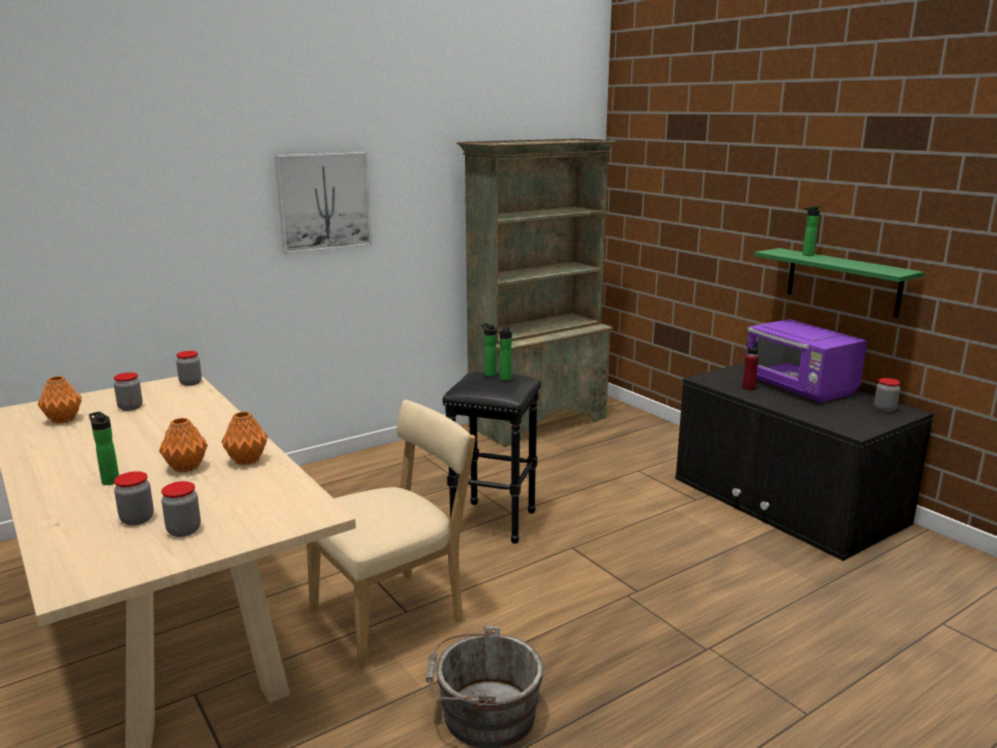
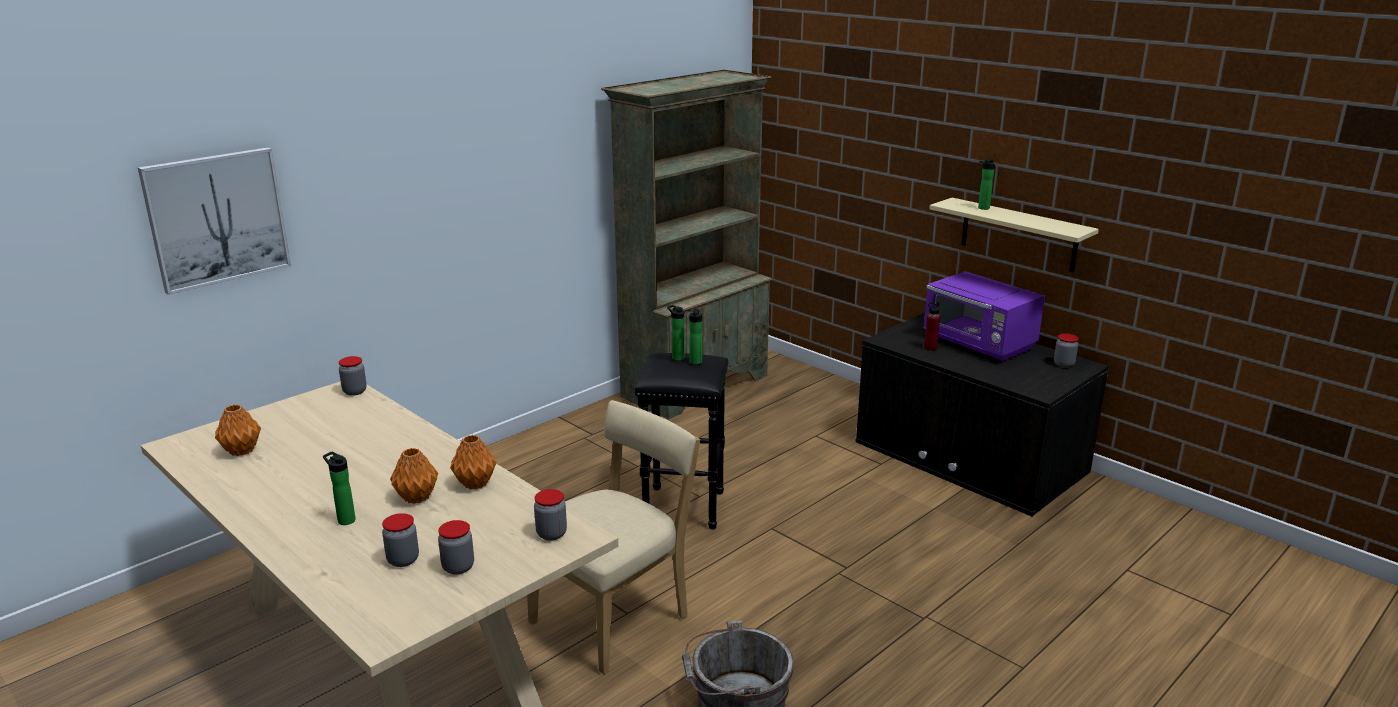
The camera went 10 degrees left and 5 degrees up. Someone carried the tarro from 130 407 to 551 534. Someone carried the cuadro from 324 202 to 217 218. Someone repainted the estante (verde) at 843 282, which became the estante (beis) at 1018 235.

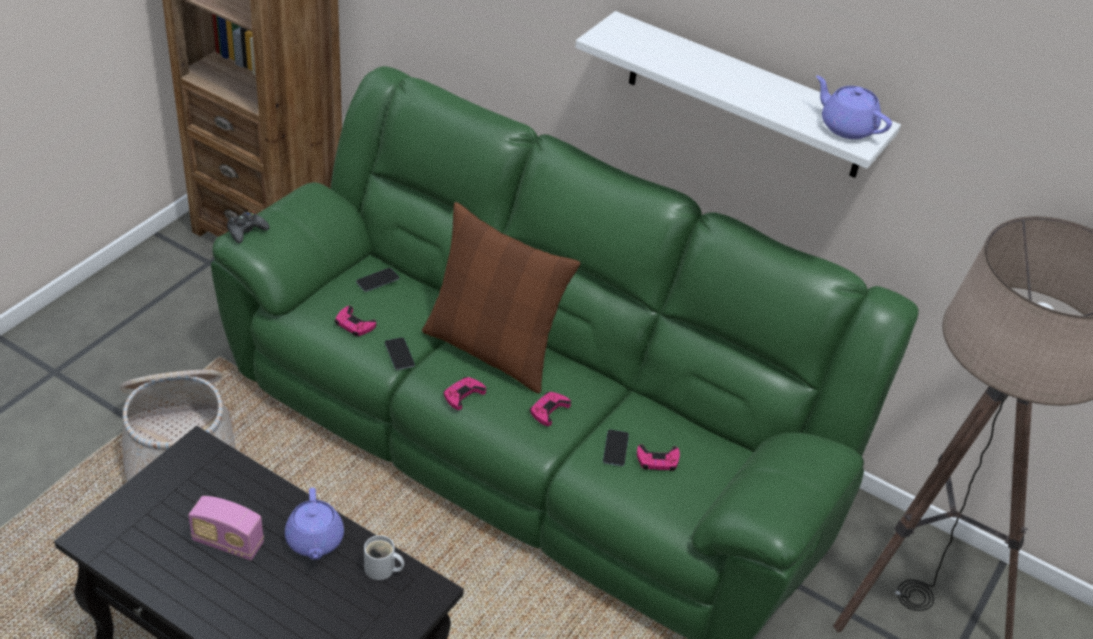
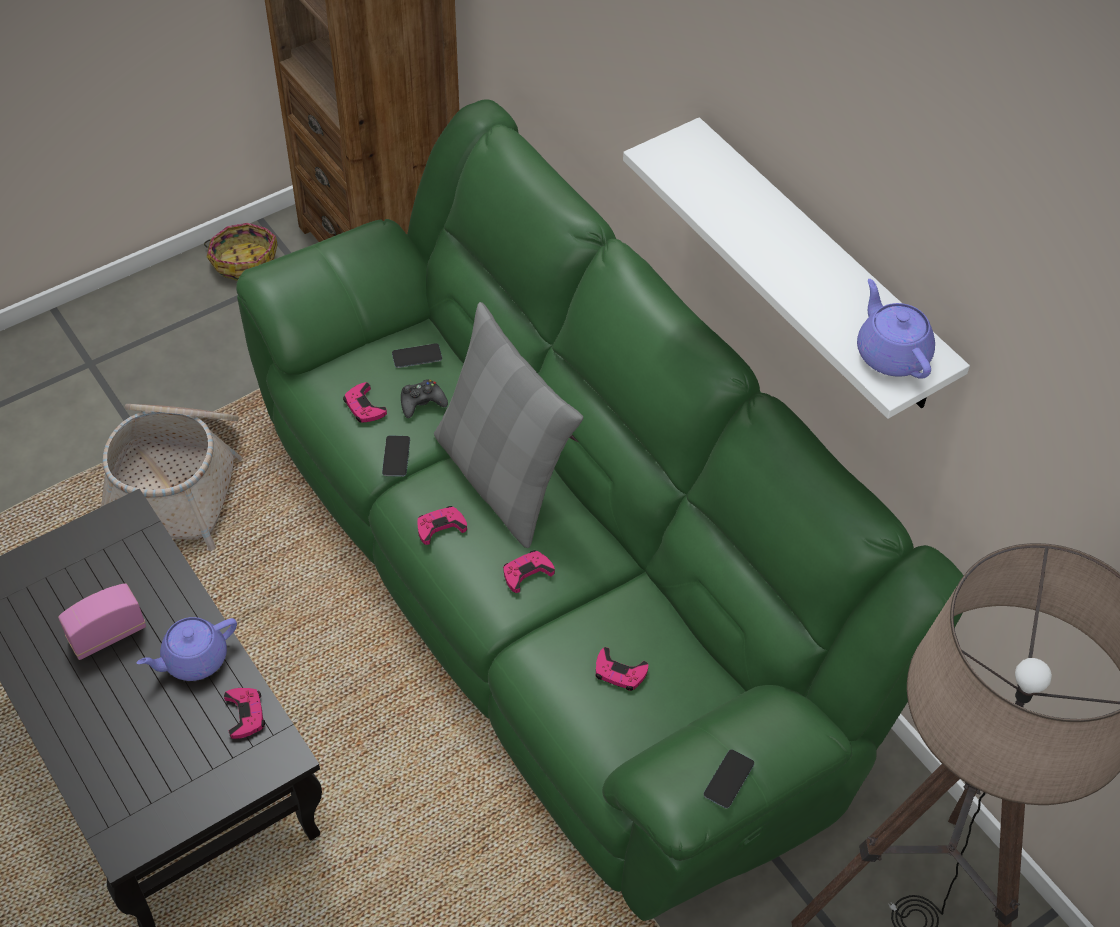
The camera went 25 degrees right and 10 degrees up. Someone put down the cesta at 244 260. Someone carried the mando de consola (negro) from 246 231 to 422 402. Someone carried the móvil from 615 448 to 728 779. Someone swapped the taza grande (blanco) at 382 570 for the mando de consola (rosa) at 245 714. Someone repainted the cojín (marrón) at 492 350, which became the cojín (gris) at 502 478. Someone rotated the radio at 228 543 by 105 degrees clockwise. Someone rotated the tetera (morado) at 314 541 by 45 degrees clockwise.

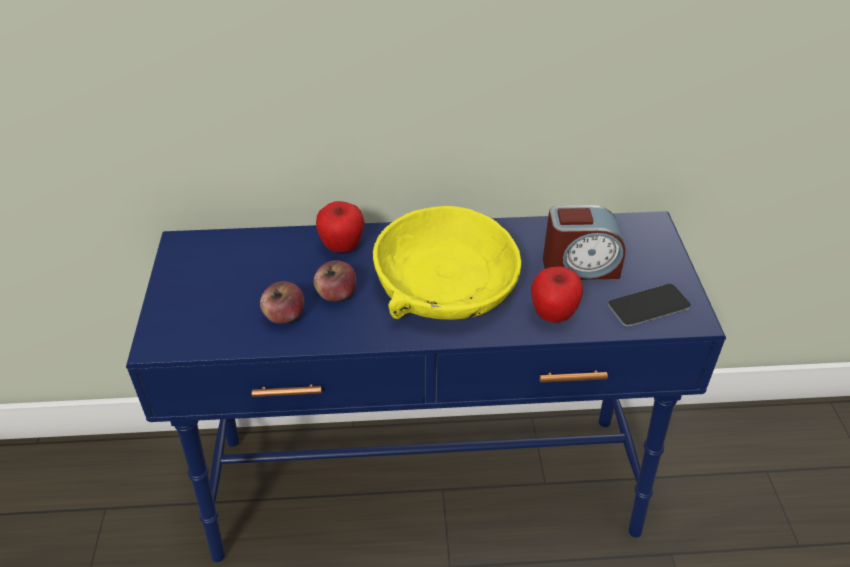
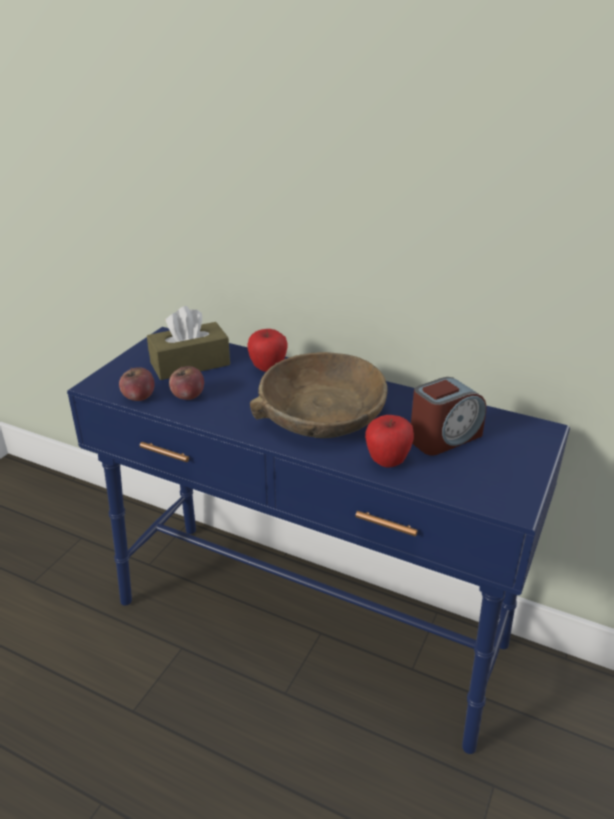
The camera went 30 degrees right and 10 degrees down. Someone took away the móvil at 648 306. Someone put down the caja de pañuelos (marrón) at 190 364. Someone carried the manzana from 336 295 to 138 397. Someone repainted the cuenco (amarillo) at 446 283, which became the cuenco (marrón) at 321 413. Someone rotated the despertador at 580 266 by 60 degrees counterclockwise.

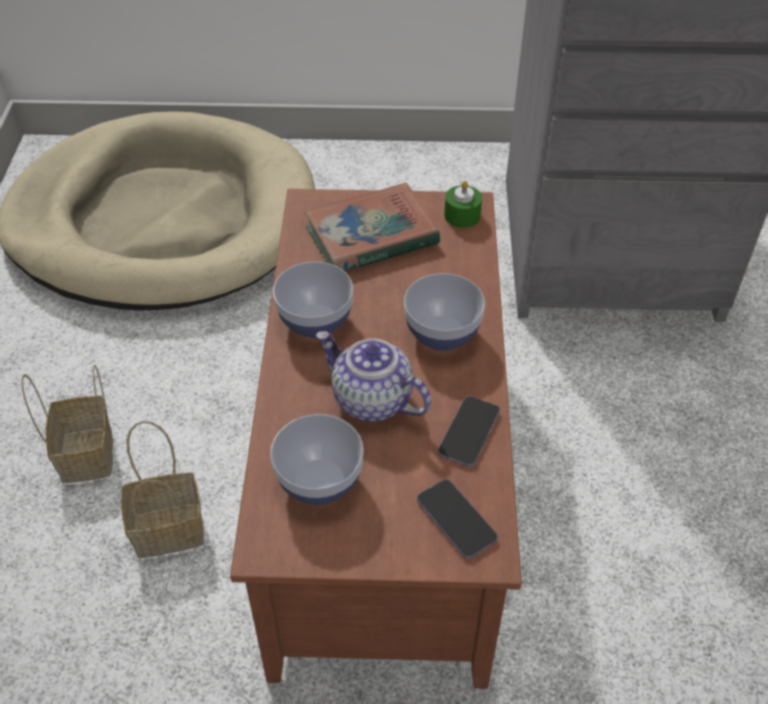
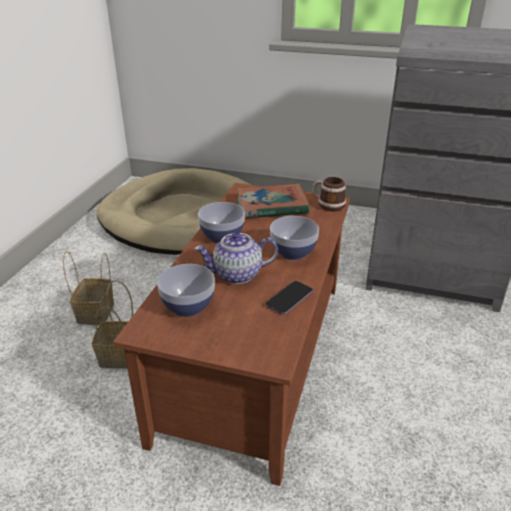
The camera went 15 degrees right and 15 degrees down. Someone took away the móvil at 456 520. Someone swapped the vela (verde) at 462 215 for the taza grande at 327 204. Someone rotated the tetera at 371 400 by 60 degrees counterclockwise.

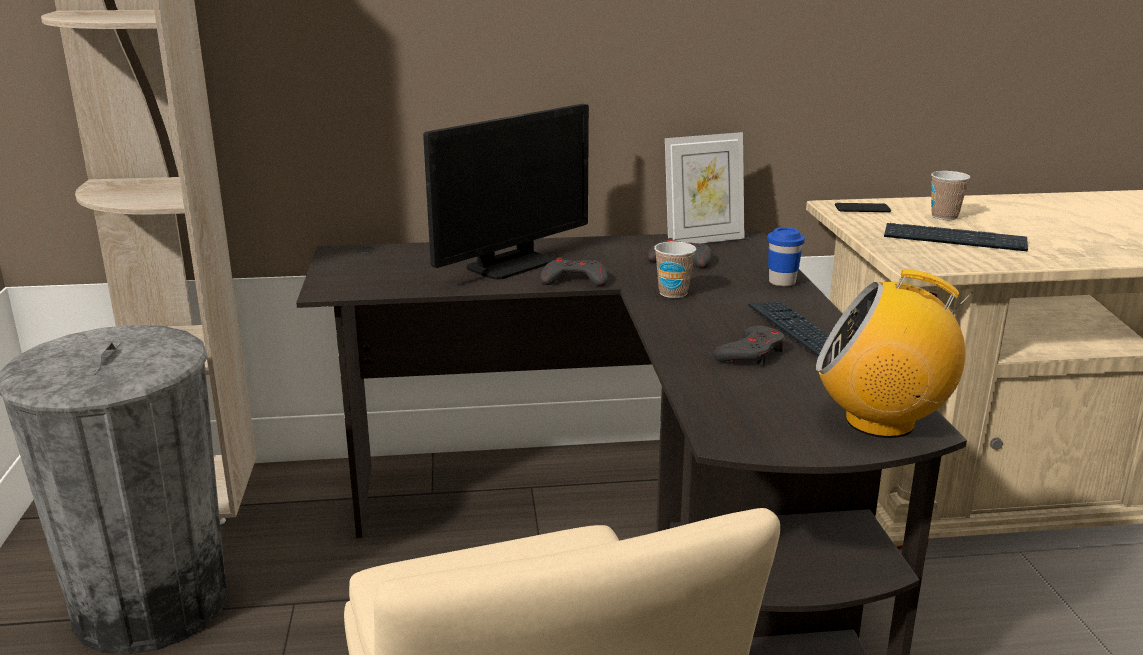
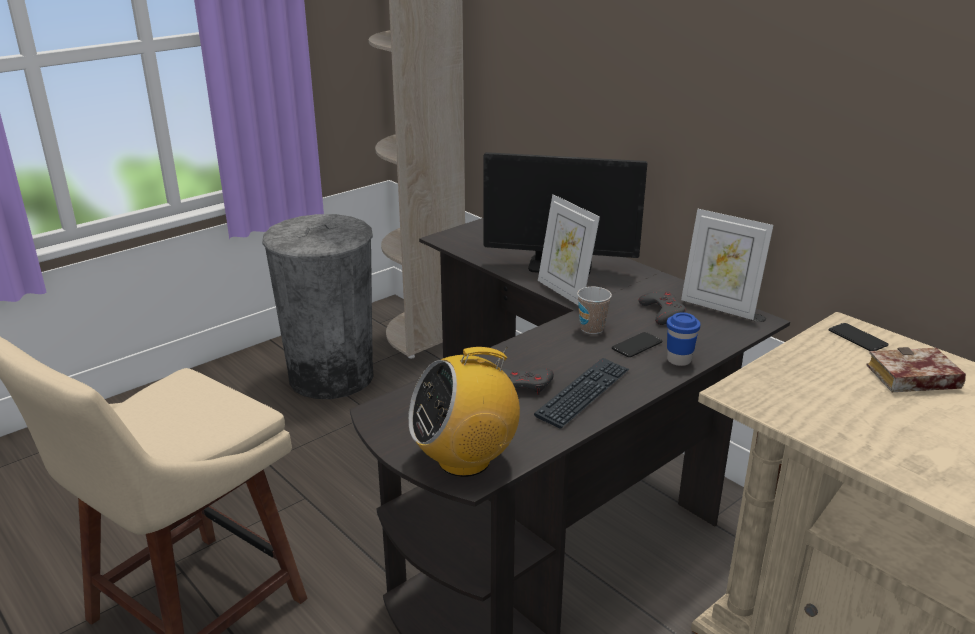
The camera went 55 degrees right and 5 degrees up. Someone took away the teclado at 954 240. Someone put down the móvil at 637 345. Someone swapped the mando de consola (gris) at 574 280 for the portarretratos at 565 291. Someone swapped the taza at 944 216 for the libro at 911 379. Someone rotated the radio at 881 422 by 90 degrees counterclockwise.

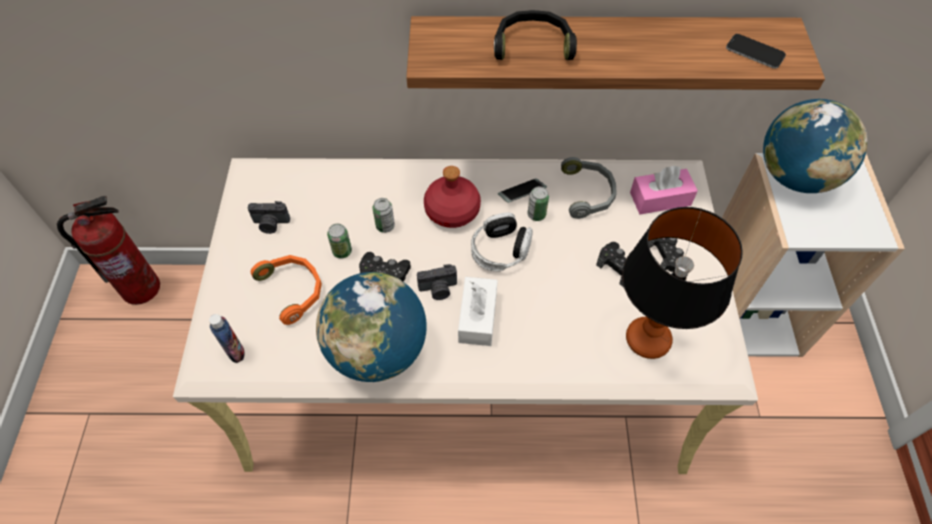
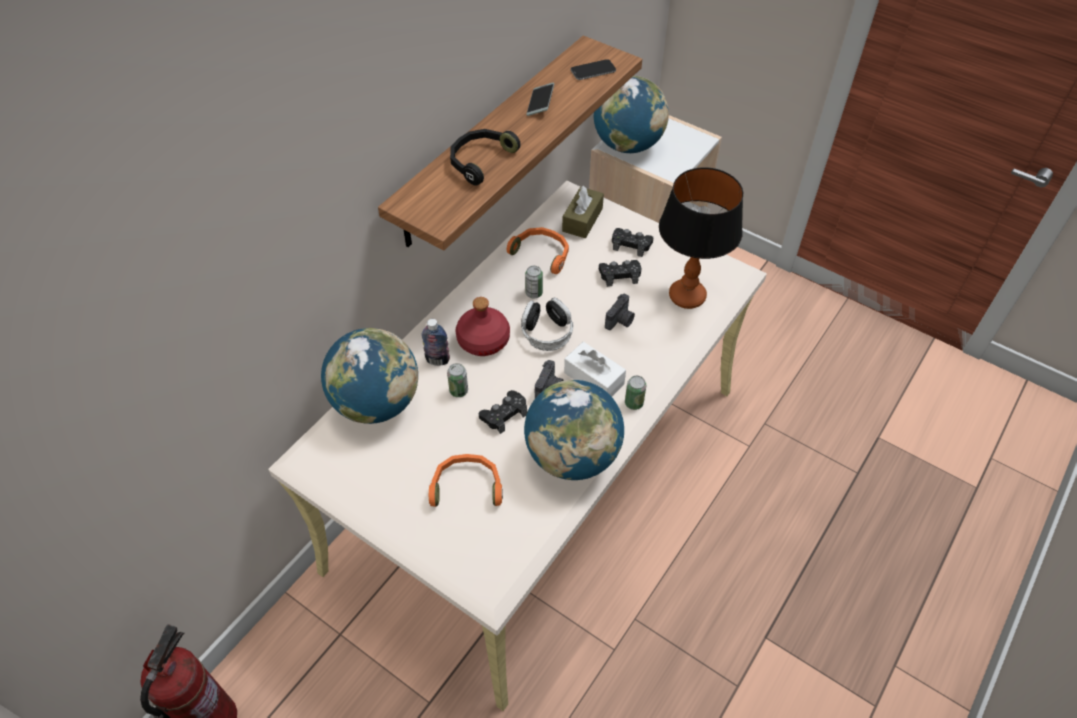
The camera went 55 degrees left and 5 degrees down. Someone put down the globo terráqueo at 376 403. Someone carried the botella from 235 352 to 437 360. Someone carried the cámara from 271 224 to 620 321. Someone carried the lata from 342 251 to 634 403. Someone carried the móvil from 521 193 to 540 103. Someone repainted the auriculares (gris) at 588 193, which became the auriculares (naranja) at 542 253. Someone repainted the caja de pañuelos (rosa) at 660 199, which became the caja de pañuelos (marrón) at 582 220.

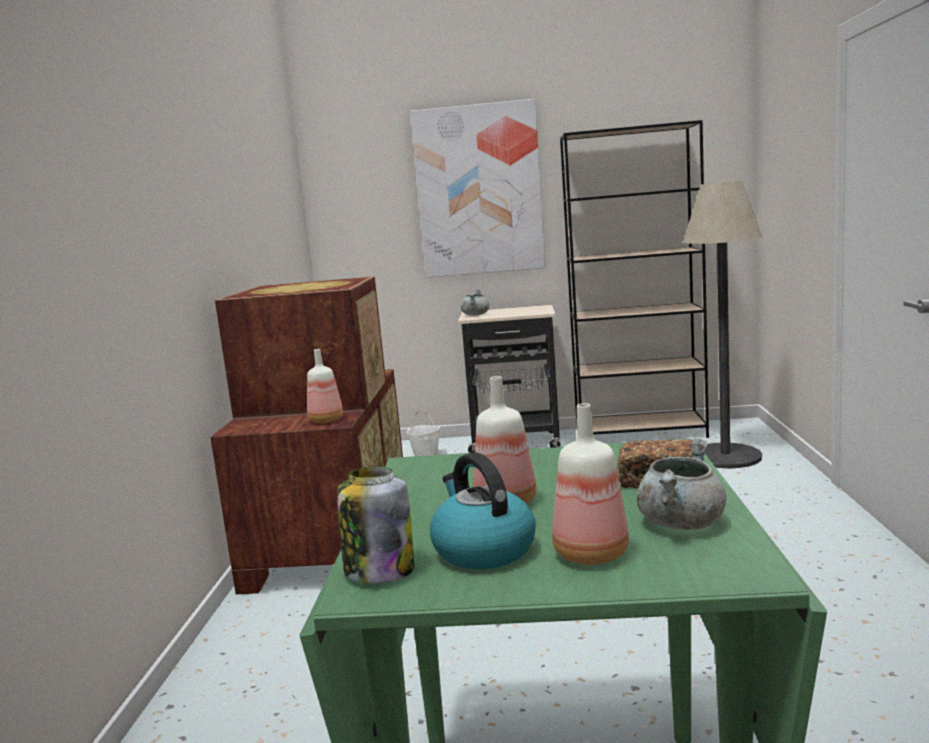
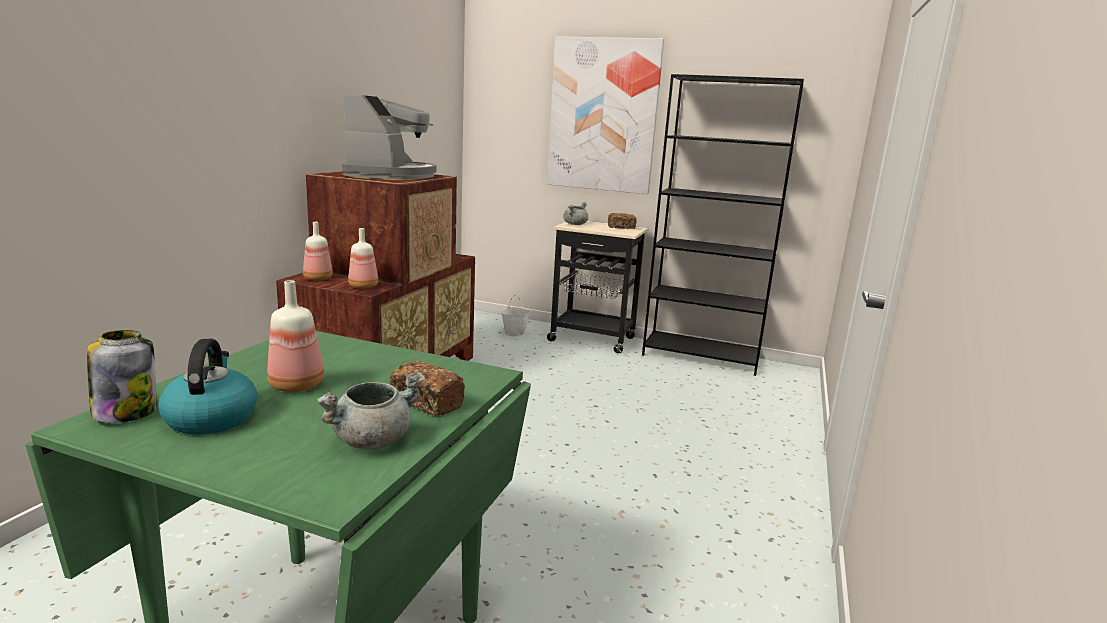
The camera went 15 degrees right and 5 degrees up. Someone took away the lámpara de pie at 725 456. Someone put down the cafetera at 392 175. Someone put down the pan at 621 227. Someone carried the botella from 589 555 to 317 278. Someone repainted the estantería (beis) at 640 433, which became the estantería (negro) at 701 357.

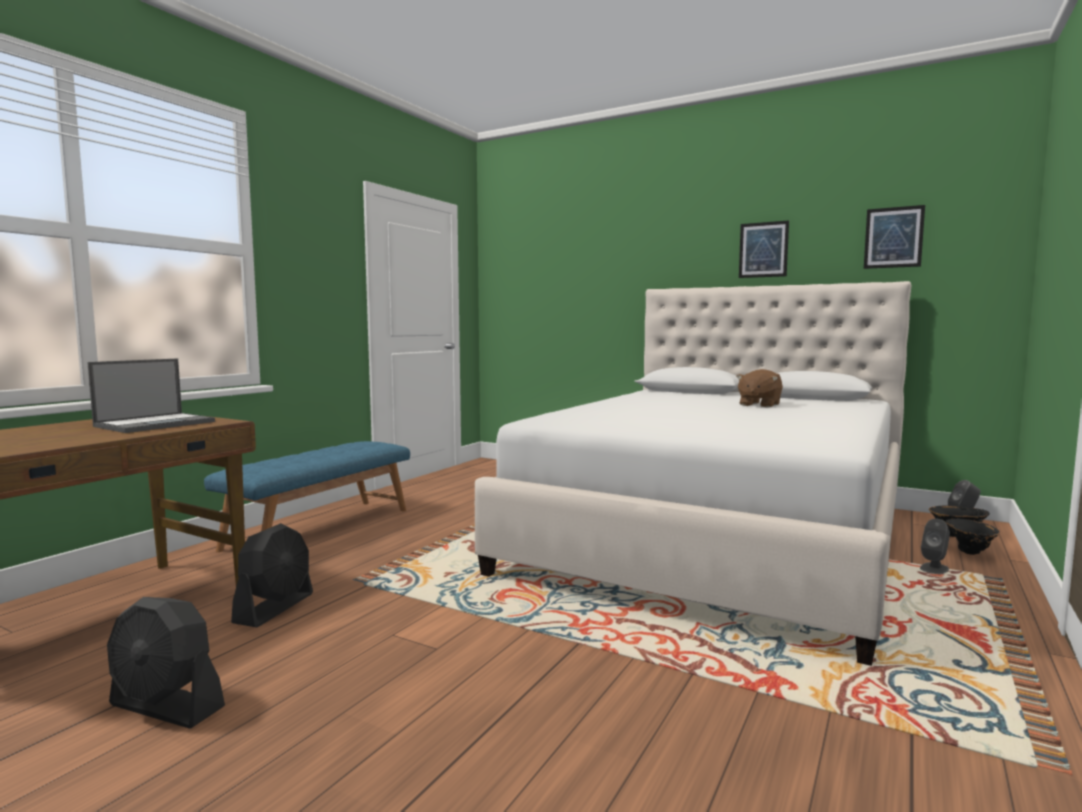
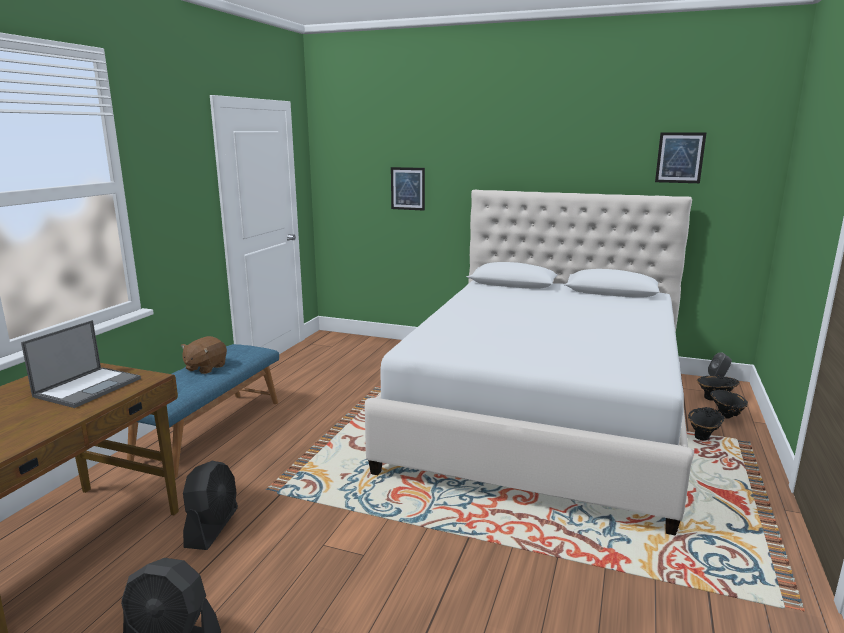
The camera went 10 degrees left and 10 degrees up. Someone carried the peluche (marrón) from 759 405 to 205 368. Someone carried the cuadro from 763 250 to 407 188. Someone swapped the altavoz (gris) at 934 569 for the florero (negro) at 704 436.

